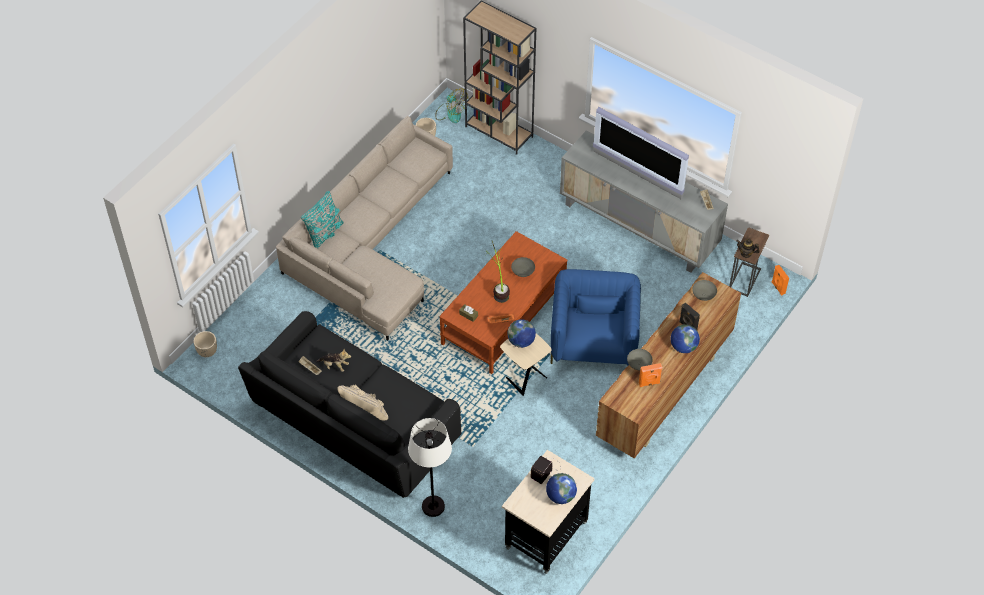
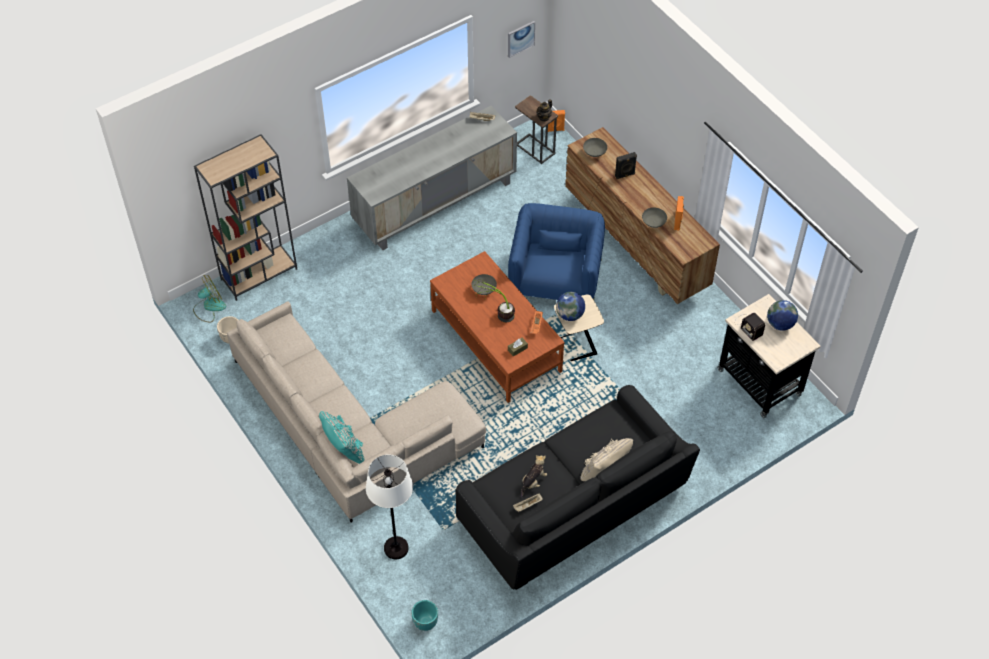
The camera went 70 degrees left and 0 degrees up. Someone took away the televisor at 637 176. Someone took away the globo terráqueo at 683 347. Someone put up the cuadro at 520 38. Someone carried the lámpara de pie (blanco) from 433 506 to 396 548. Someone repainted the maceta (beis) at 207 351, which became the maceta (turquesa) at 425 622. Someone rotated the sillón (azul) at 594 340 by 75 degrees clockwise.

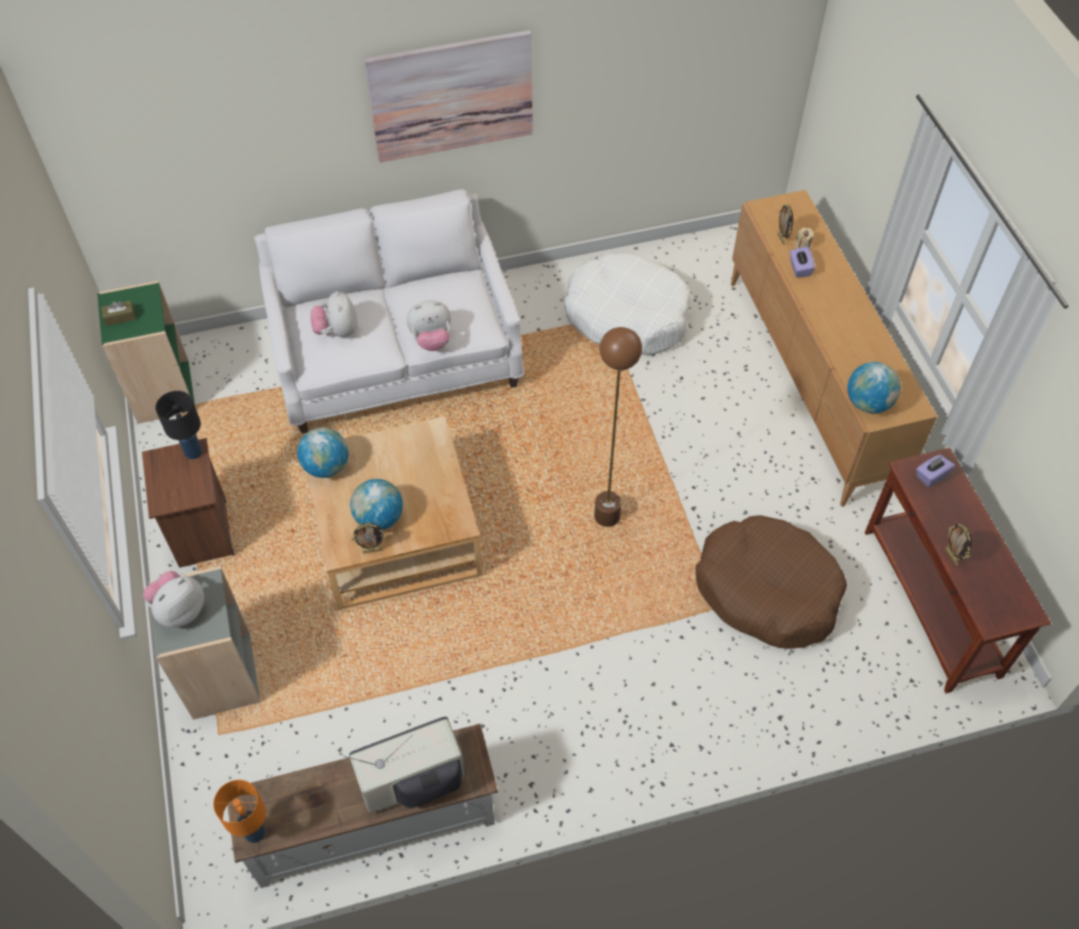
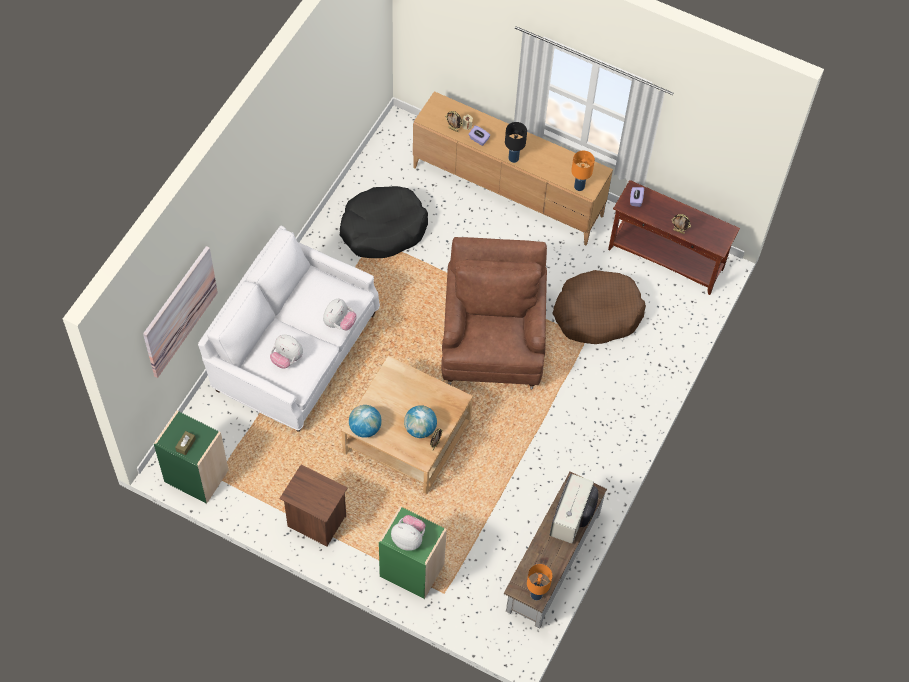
The camera went 50 degrees left and 5 degrees up. Someone carried the lámpara de mesa (negro) from 193 452 to 514 158. Someone carried the cuadro from 451 96 to 179 311. Someone swapped the lámpara de pie (marrón) at 607 516 for the sillón (marrón) at 492 341. Someone swapped the globo terráqueo at 868 403 for the lámpara de mesa (naranja) at 579 186. Someone repainted the estantería (gris) at 221 674, which became the estantería (verde) at 411 570. Someone repainted the cama para perro (blanco) at 627 315, which became the cama para perro (negro) at 383 229. Someone rotated the peluche at 179 610 by 120 degrees clockwise.

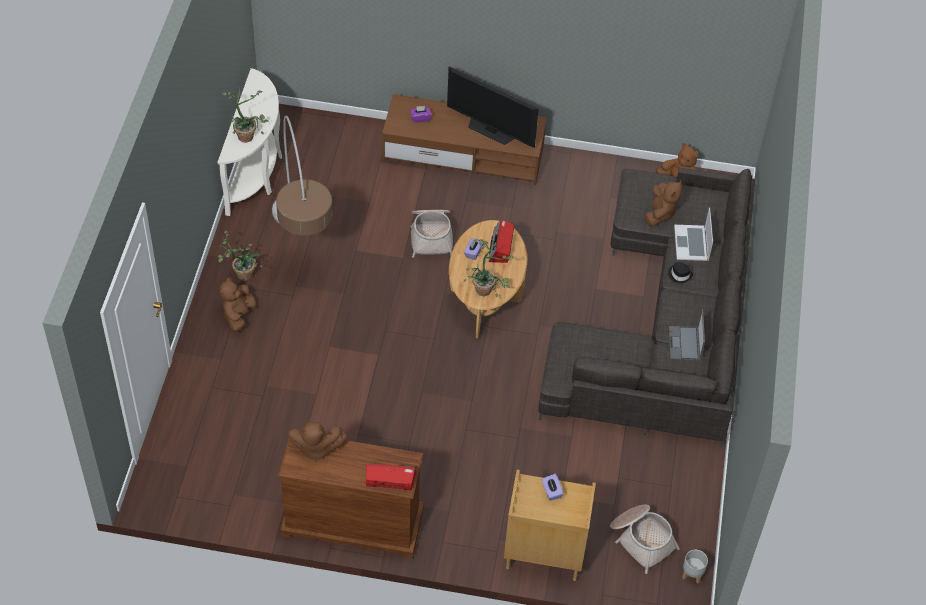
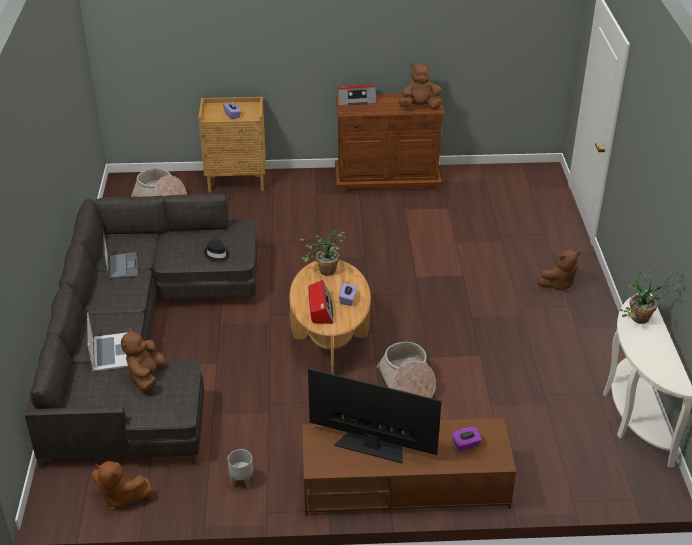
The camera went 170 degrees right and 15 degrees down. Someone took away the planta en maceta at 241 273. Someone took away the lámpara de pie at 302 254. Someone carried the sombrero (negro) from 679 275 to 217 255. Someone carried the maceta (gris) from 692 574 to 241 481. Someone rotated the peluche (marrón) at 238 315 by 60 degrees clockwise.

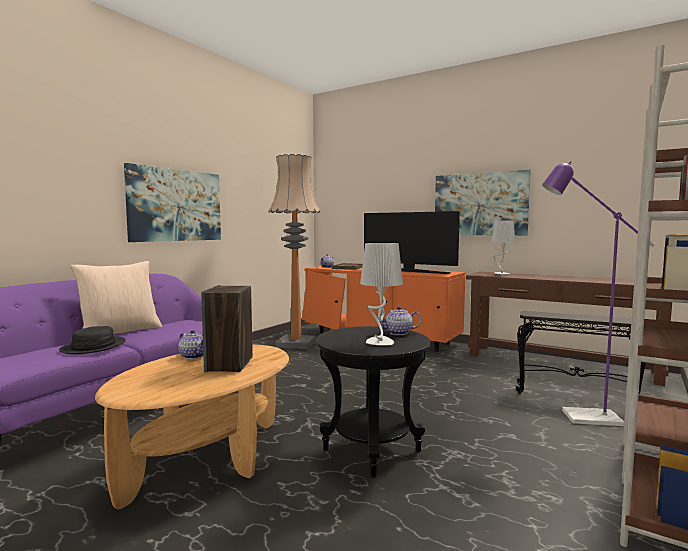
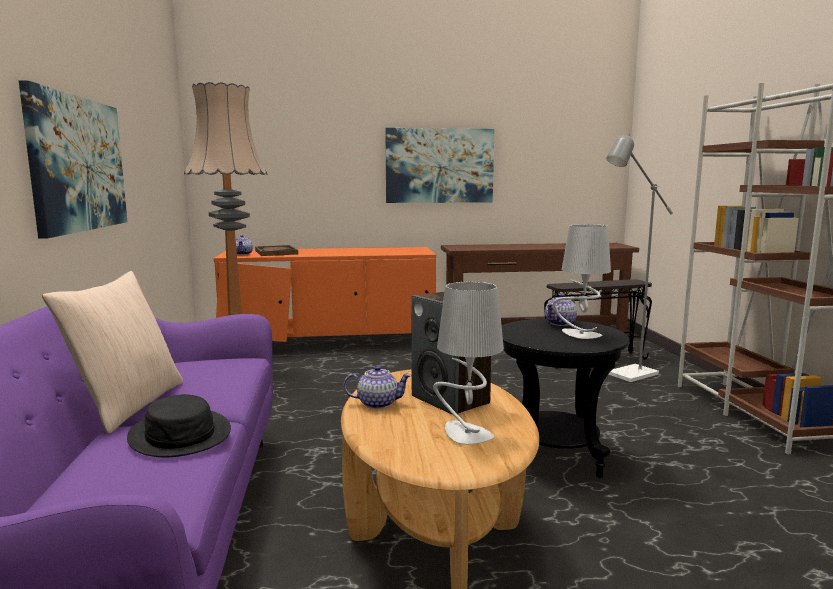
The camera went 40 degrees left and 5 degrees up. Someone took away the televisor at 409 271. Someone carried the lámpara de mesa (gris) from 501 274 to 465 434. Someone repainted the lámpara de pie (morado) at 581 417, which became the lámpara de pie (gris) at 627 376.

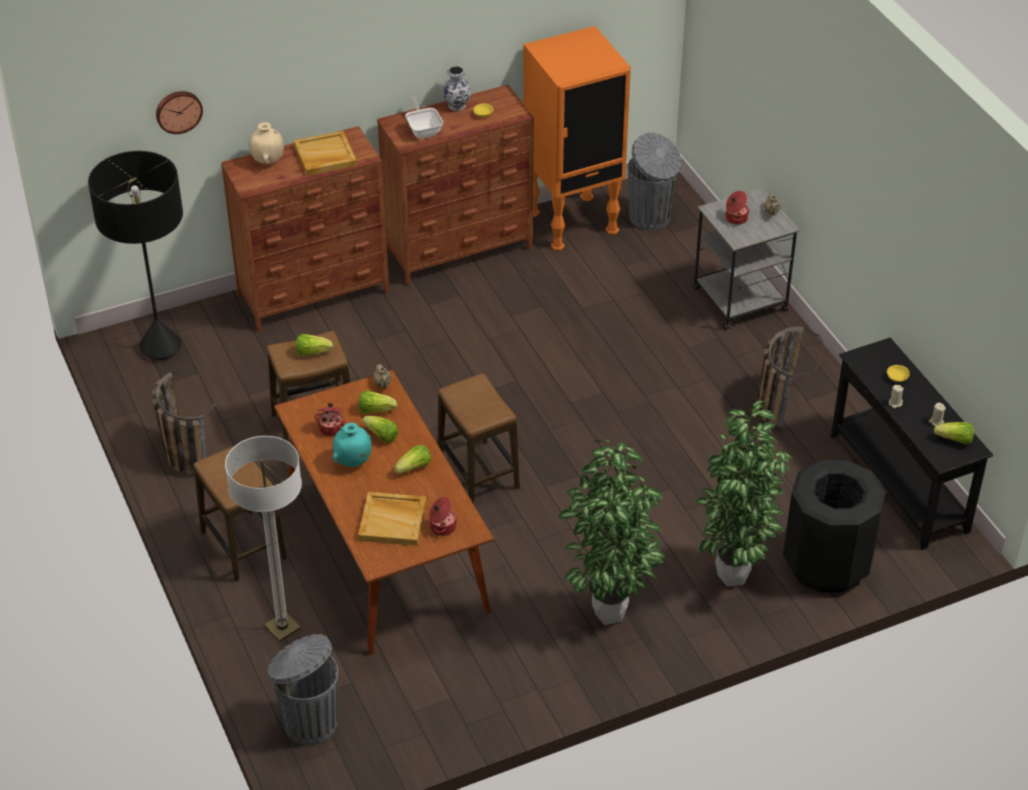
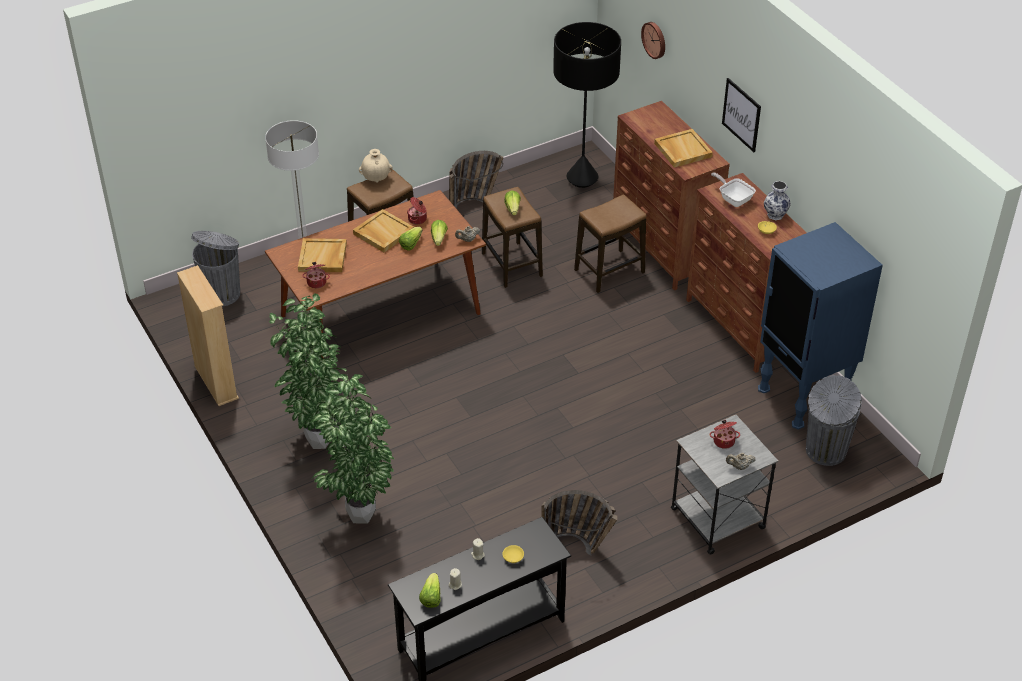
The camera went 85 degrees right and 0 degrees up. Someone took away the lechuga at 414 468. Someone took away the papelera (negro) at 827 565. Someone put down the estantería (beis) at 216 382. Someone put up the cuadro at 741 114. Someone carried the florero (beis) from 268 161 to 376 179. Someone carried the taburete from 478 473 to 609 271. Someone swapped the florero (turquesa) at 353 461 for the bandeja (beis) at 383 232. Someone repainted the armario (naranja) at 573 222, which became the armario (azul) at 802 397. Someone rotated the sartén at 423 130 by 105 degrees counterclockwise.

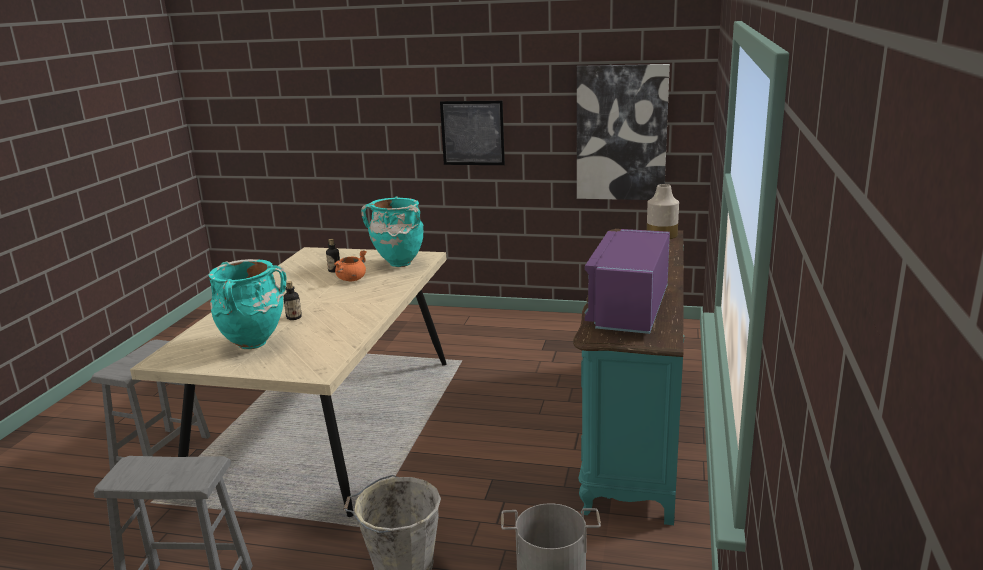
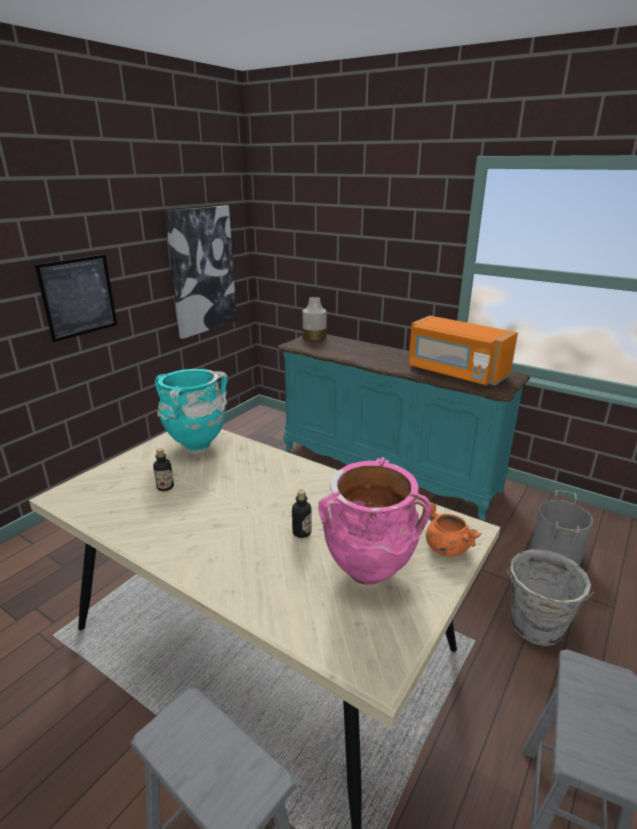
The camera went 70 degrees left and 5 degrees up. Someone carried the olla (naranja) from 351 279 to 446 547. Someone repainted the florero (turquesa) at 254 344, which became the florero (rosa) at 369 571. Someone repainted the microondas (morado) at 629 309, which became the microondas (naranja) at 456 373.

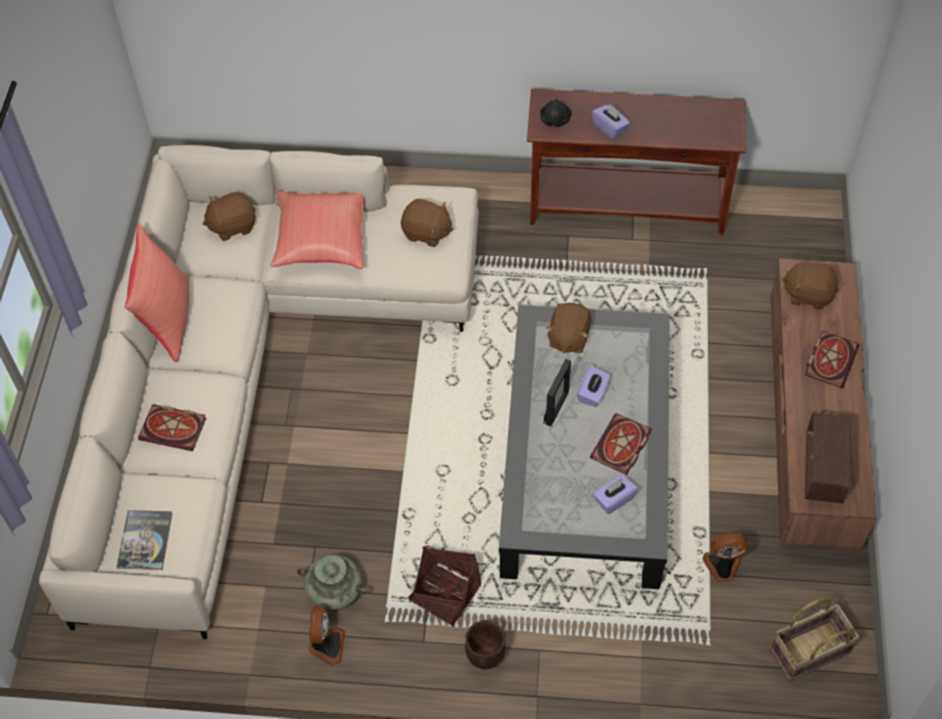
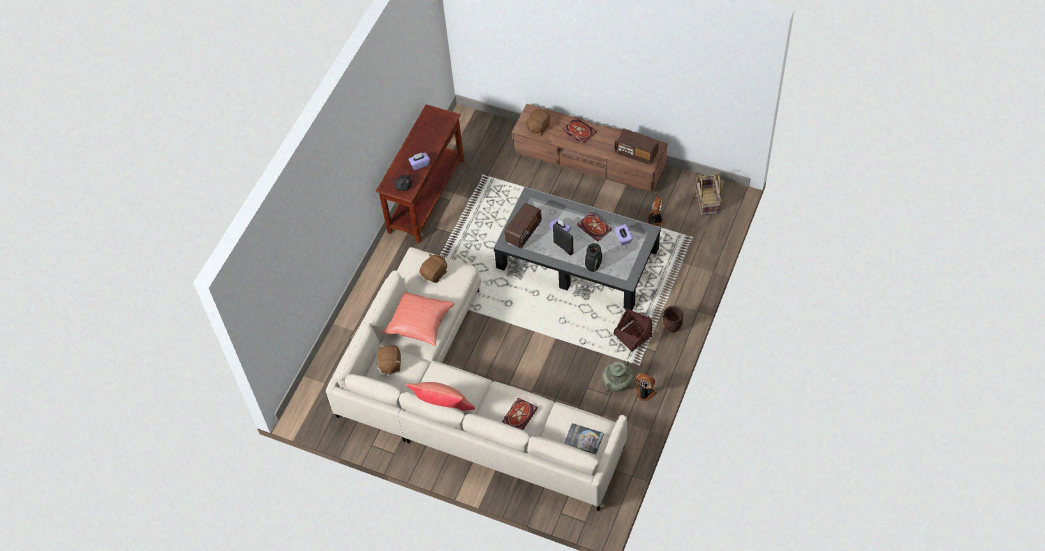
The camera went 70 degrees left and 0 degrees up. Someone put down the florero (negro) at 593 266. Someone swapped the peluche (marrón) at 568 338 for the radio at 523 232.

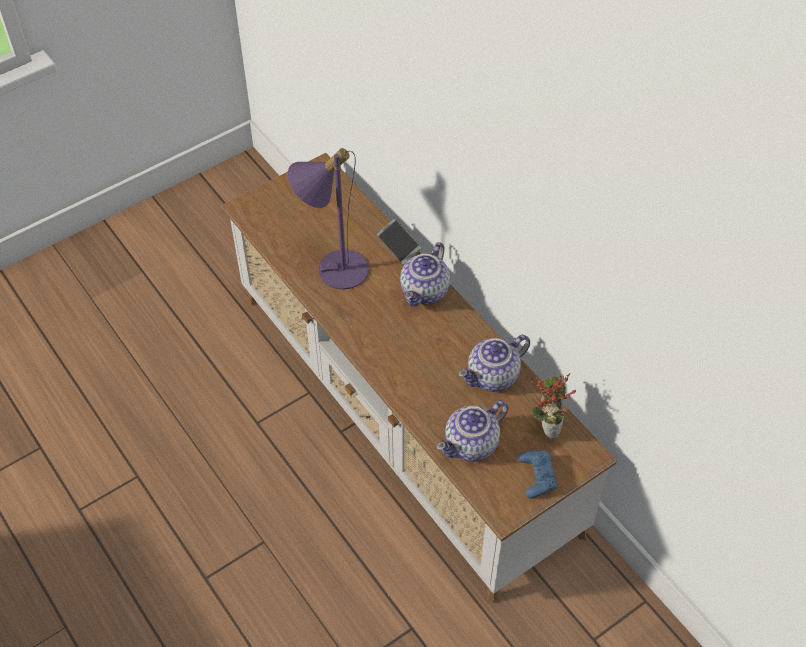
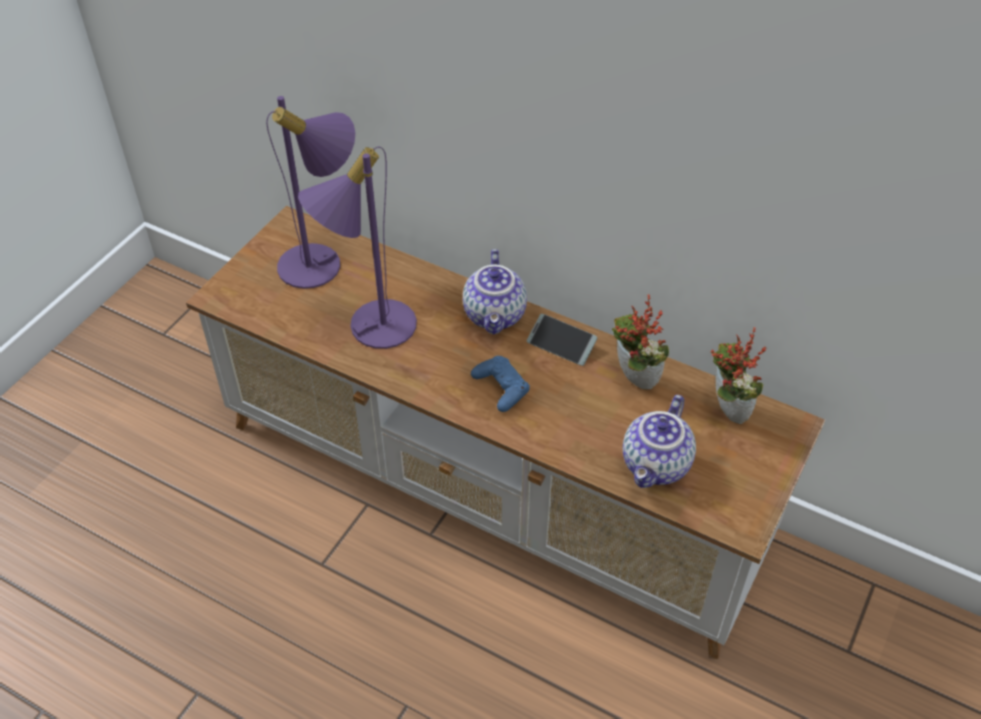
The camera went 25 degrees left and 5 degrees down. Someone put down the lámpara de mesa (morado) at 322 264. Someone carried the móvil from 398 245 to 561 344. Someone carried the mando de consola (azul) from 537 476 to 501 388. Someone swapped the tetera at 493 377 for the planta en maceta at 632 381.

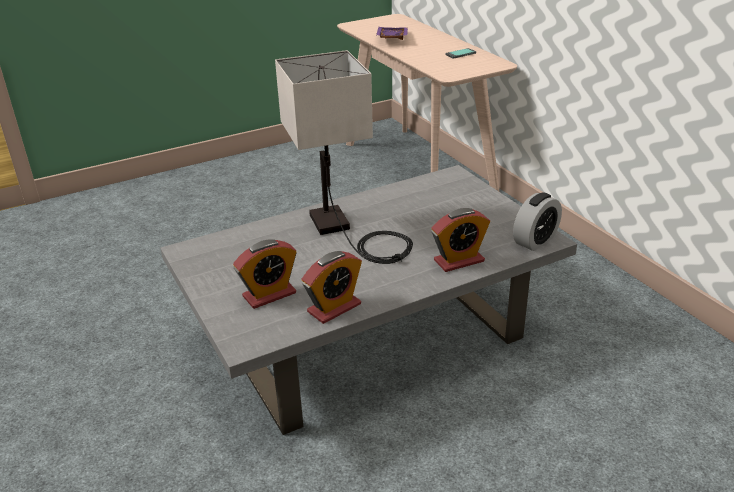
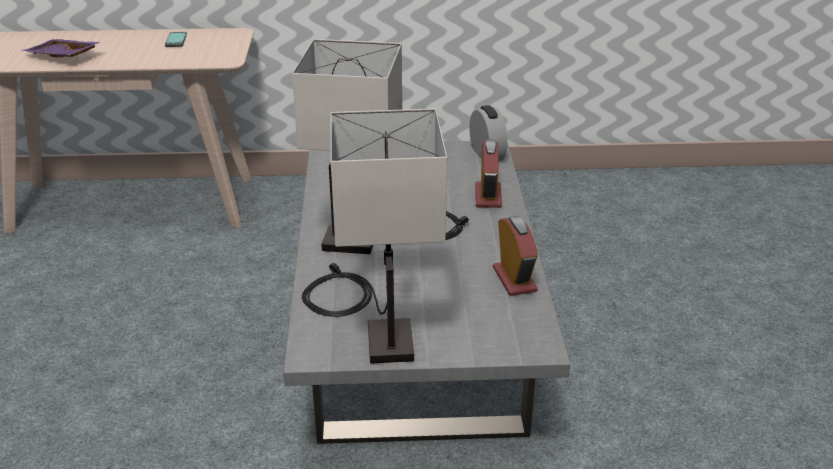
The camera went 65 degrees left and 0 degrees up. Someone took away the despertador at 269 295. Someone put down the lámpara de mesa at 369 321.

